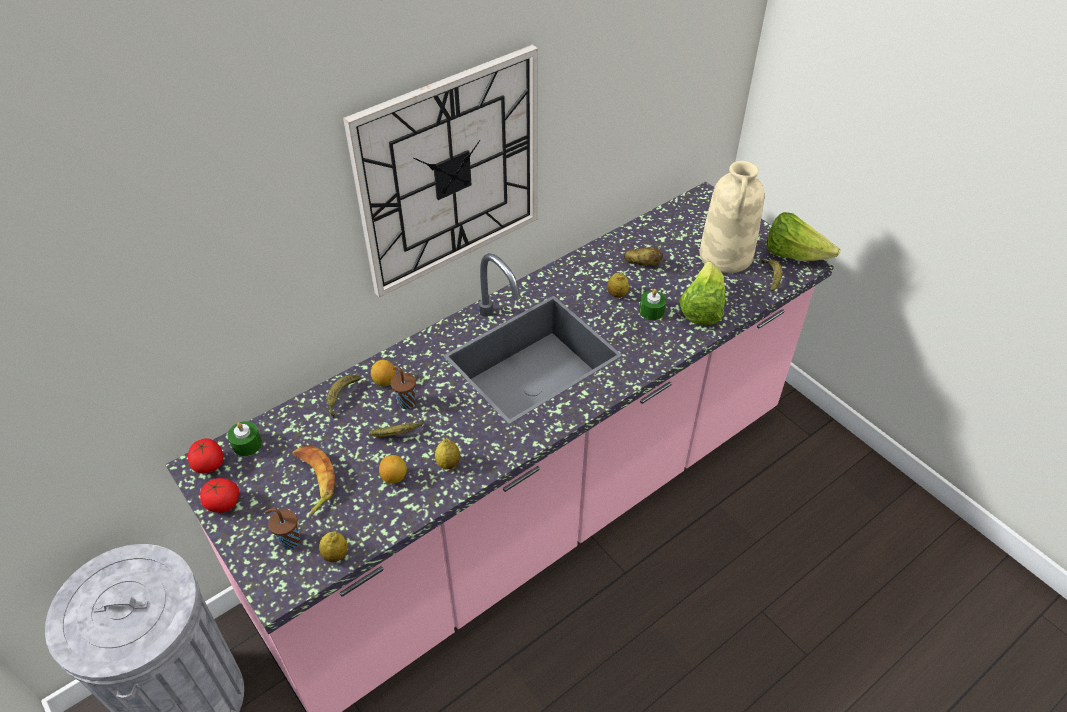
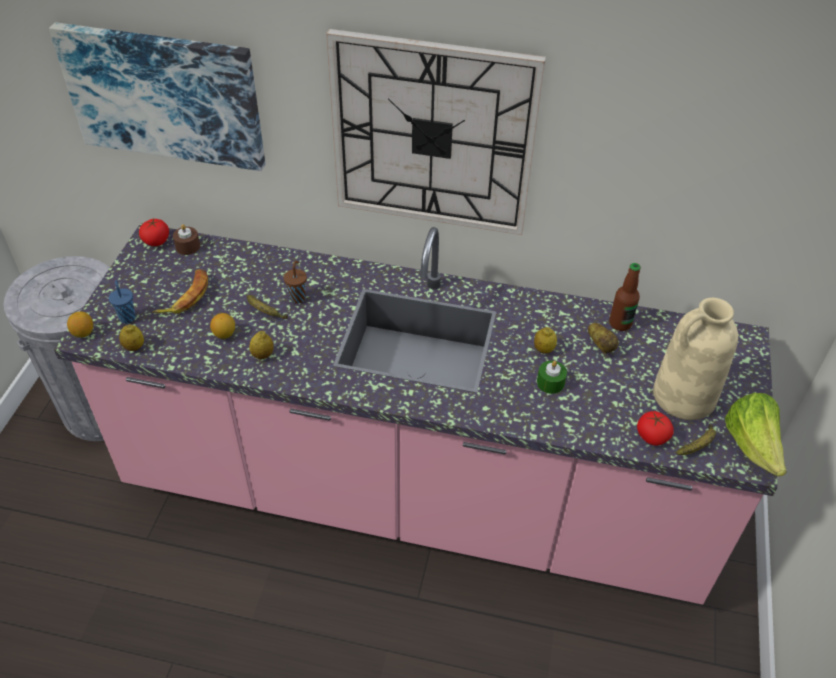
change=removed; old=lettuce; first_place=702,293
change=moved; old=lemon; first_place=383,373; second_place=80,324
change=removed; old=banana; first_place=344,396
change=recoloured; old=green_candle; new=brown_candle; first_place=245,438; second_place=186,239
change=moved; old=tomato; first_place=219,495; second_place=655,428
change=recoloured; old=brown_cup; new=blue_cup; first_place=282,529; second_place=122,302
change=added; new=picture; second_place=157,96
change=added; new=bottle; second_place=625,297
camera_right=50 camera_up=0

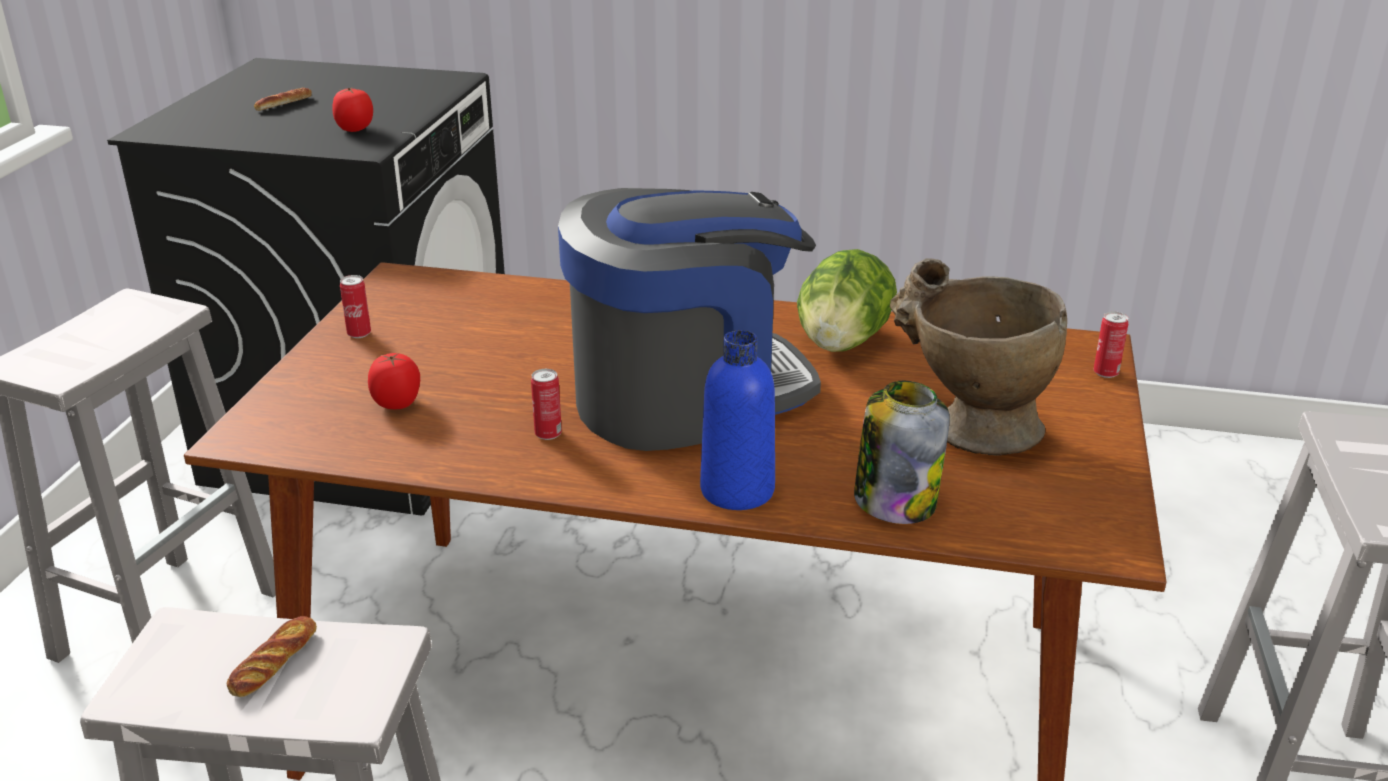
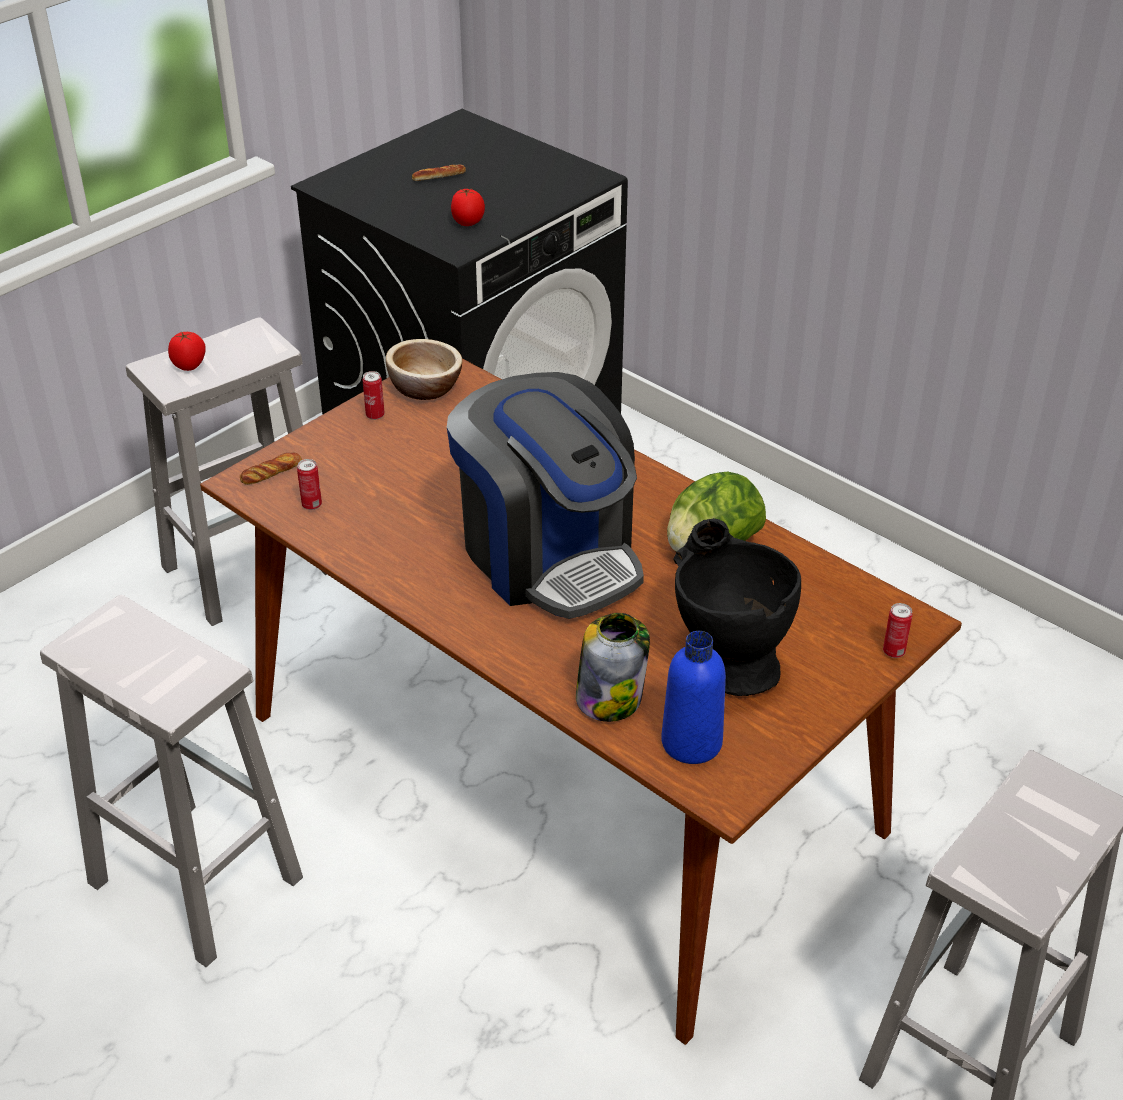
change=turned; old=coffee_machine; first_place=689,319; second_place=545,495; degrees=45
change=recoloured; old=beige_vase; new=black_vase; first_place=978,357; second_place=737,607
change=moved; old=blue_bottle; first_place=737,420; second_place=693,697
change=moved; old=tomato; first_place=394,381; second_place=187,351
change=moved; old=can; first_place=546,404; second_place=309,484
change=moved; old=bread; first_place=272,656; second_place=271,469
change=added; new=bowl; second_place=424,369
camera_right=30 camera_up=10

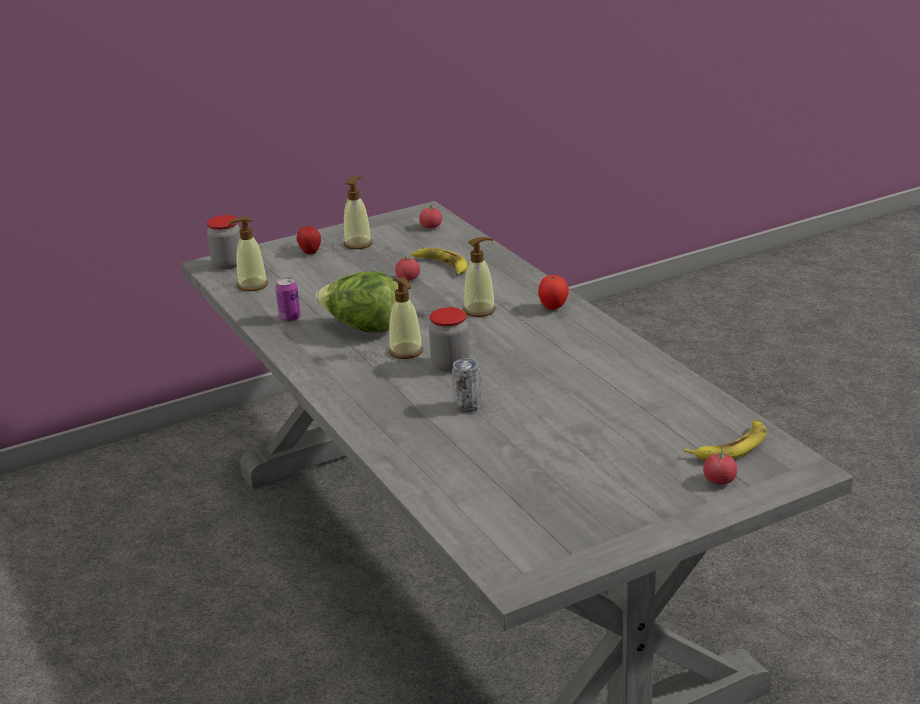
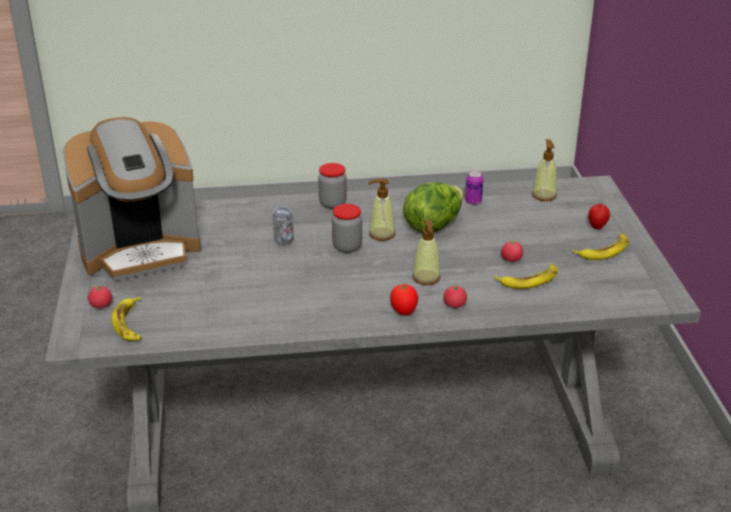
change=replaced; old=soap_dispenser; new=banana; first_place=358,212; second_place=600,246
change=moved; old=tomato; first_place=430,216; second_place=455,295
change=moved; old=jar; first_place=223,242; second_place=332,186
change=added; new=coffee_machine; second_place=131,199
camera_right=110 camera_up=5

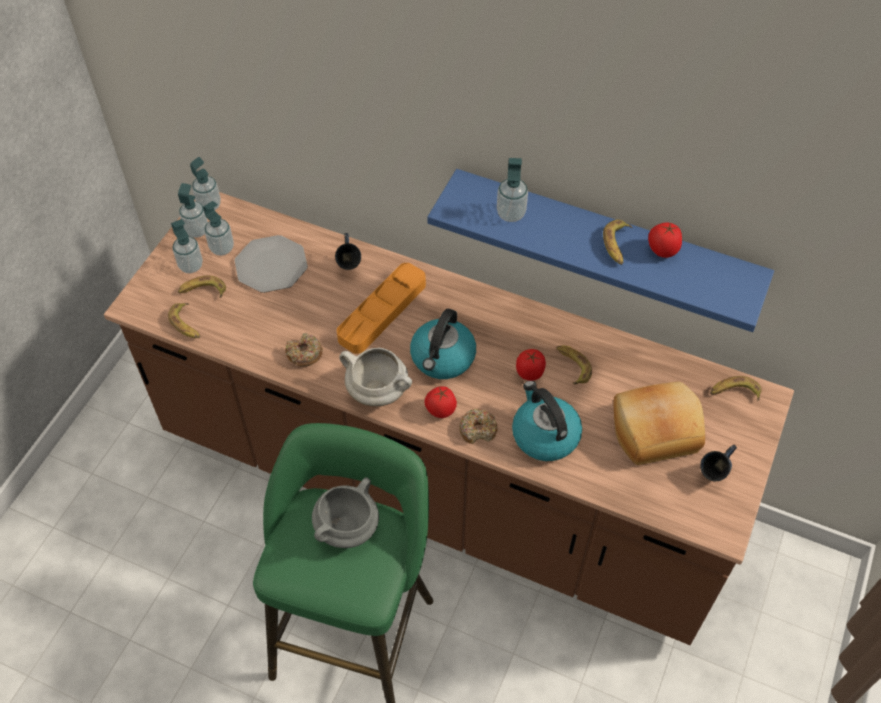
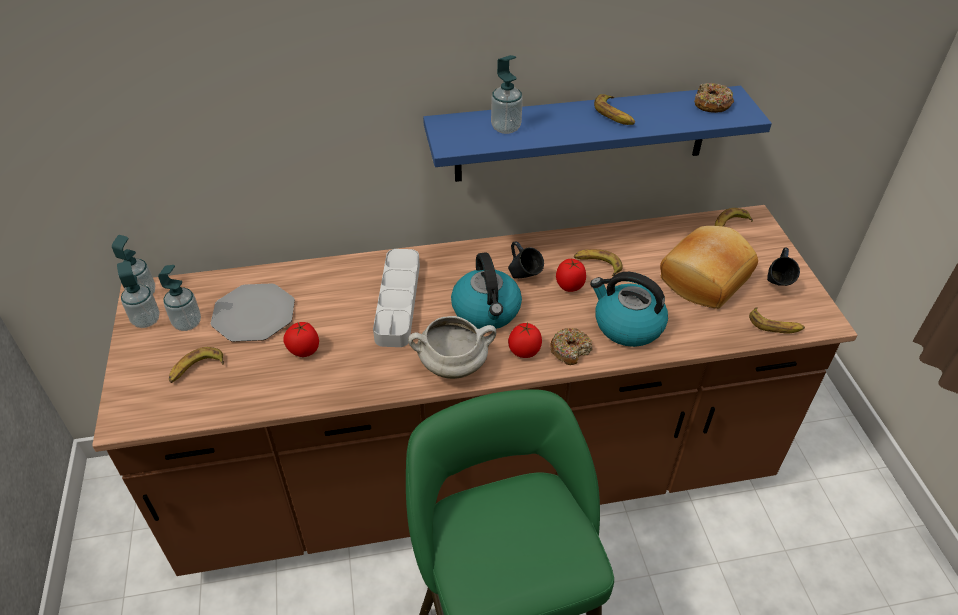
change=removed; old=soap_dispenser; first_place=187,246
change=moved; old=tomato; first_place=665,240; second_place=301,339
change=moved; old=blue_mug; first_place=348,251; second_place=526,259
change=recoloured; old=orange_tray; new=grey_tray; first_place=381,308; second_place=396,298
change=moved; old=banana; first_place=184,320; second_place=777,320
change=moved; old=donut; first_place=304,350; second_place=714,98
change=removed; old=grey_cooking_pot; first_place=345,512
camera_right=-35 camera_up=-10

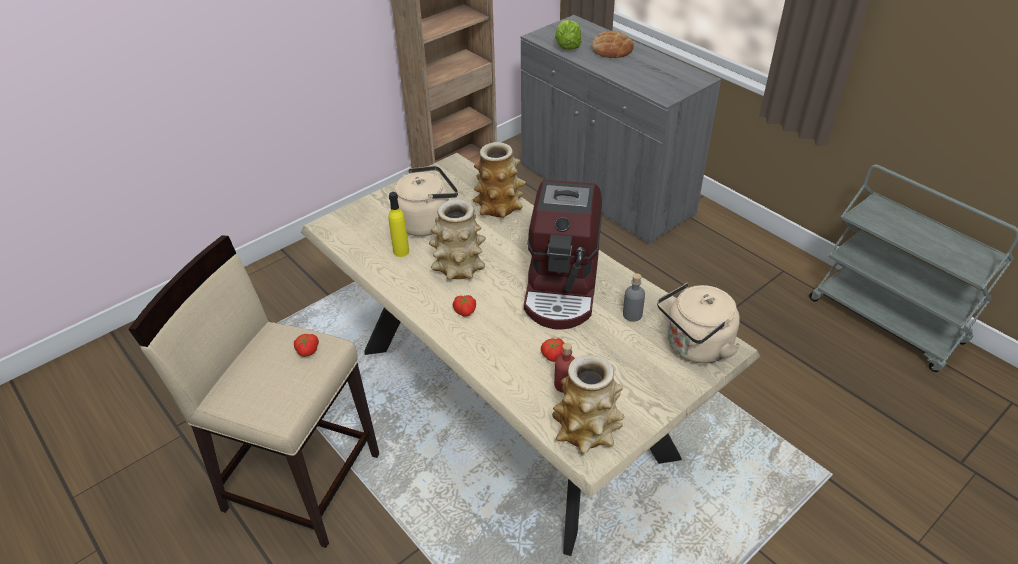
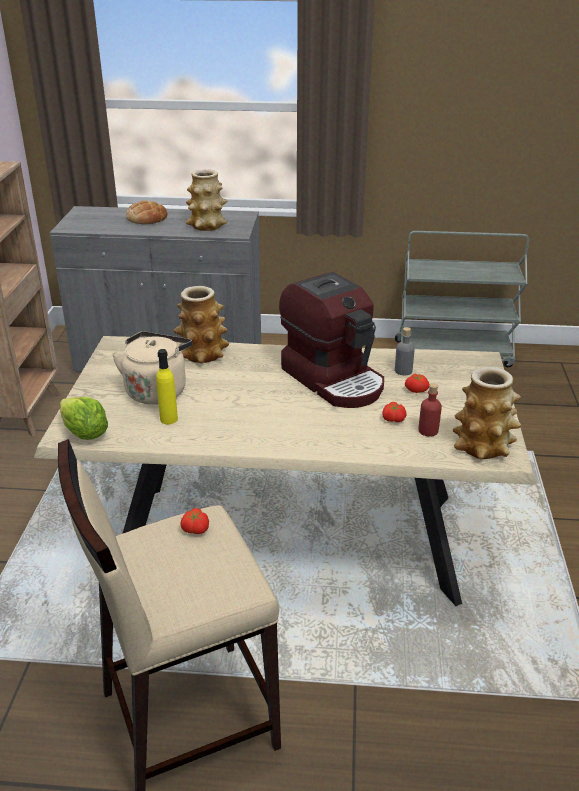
change=moved; old=lettuce; first_place=568,35; second_place=84,418
change=moved; old=vase; first_place=457,239; second_place=206,200
change=removed; old=beige_kettle; first_place=699,323
change=moved; old=tomato; first_place=464,306; second_place=417,383
camera_right=-45 camera_up=-10

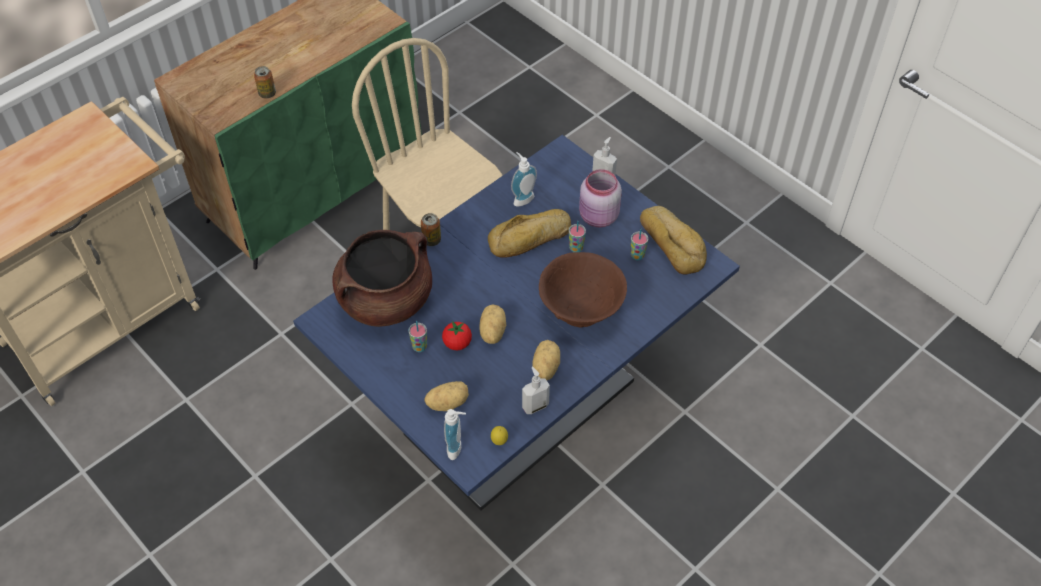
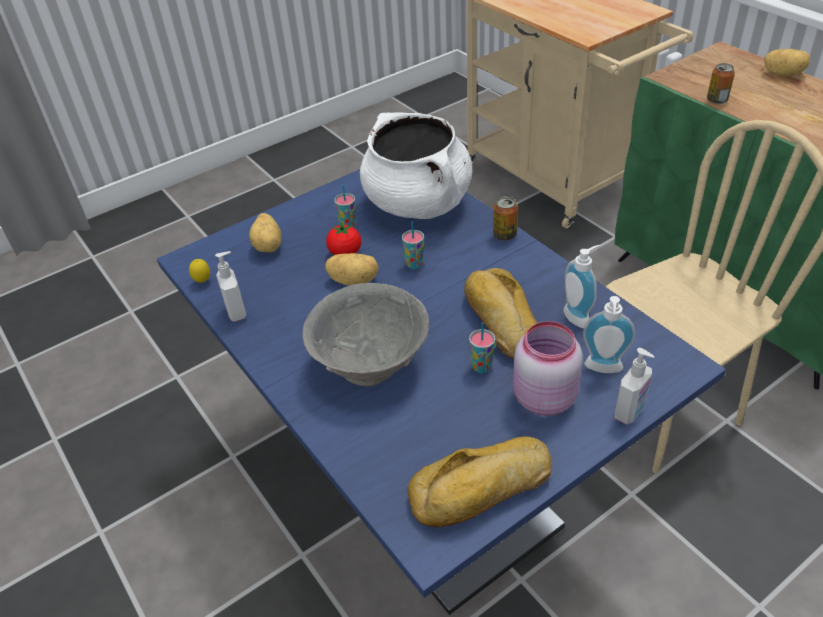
change=moved; old=cup; first_place=639,244; second_place=413,245
change=recoloured; old=brown_cooking_pot; new=white_cooking_pot; first_place=382,278; second_place=416,165
change=recoloured; old=brown_bowl; new=grey_bowl; first_place=583,290; second_place=366,334
change=moved; old=potato; first_place=546,360; second_place=787,62
change=moved; old=soap_dispenser; first_place=455,434; second_place=609,334
camera_right=100 camera_up=-10

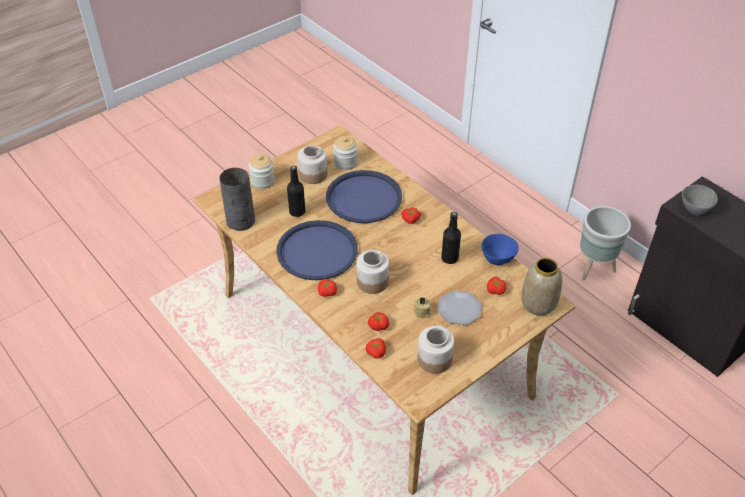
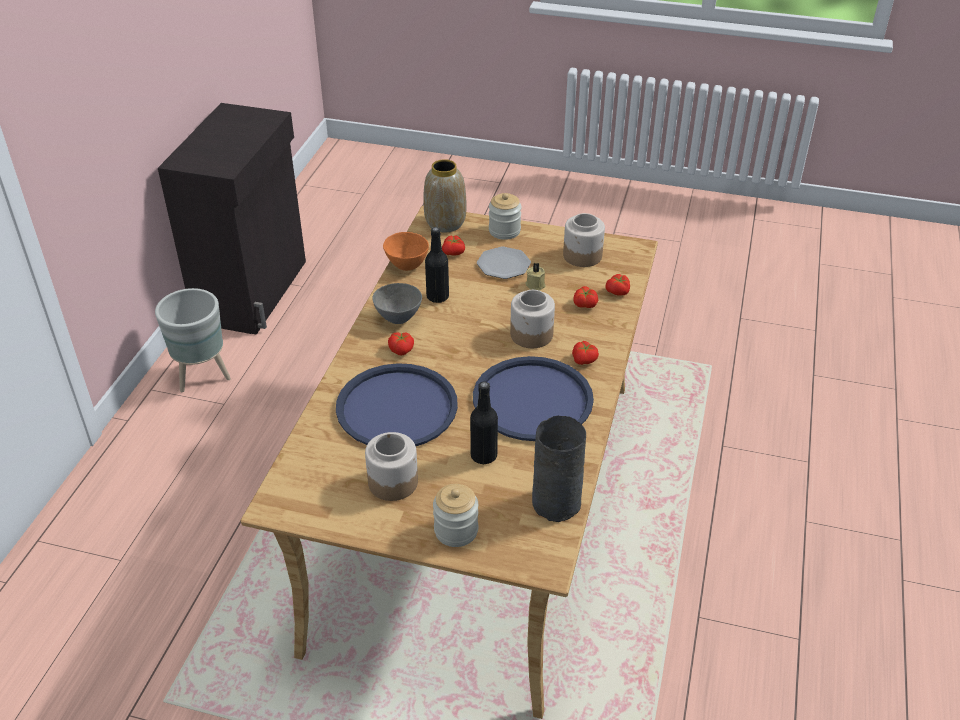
change=moved; old=jar; first_place=345,153; second_place=505,216
change=moved; old=grey_bowl; first_place=700,200; second_place=397,303
change=recoloured; old=blue_bowl; new=orange_bowl; first_place=500,249; second_place=406,251
camera_right=-125 camera_up=-5

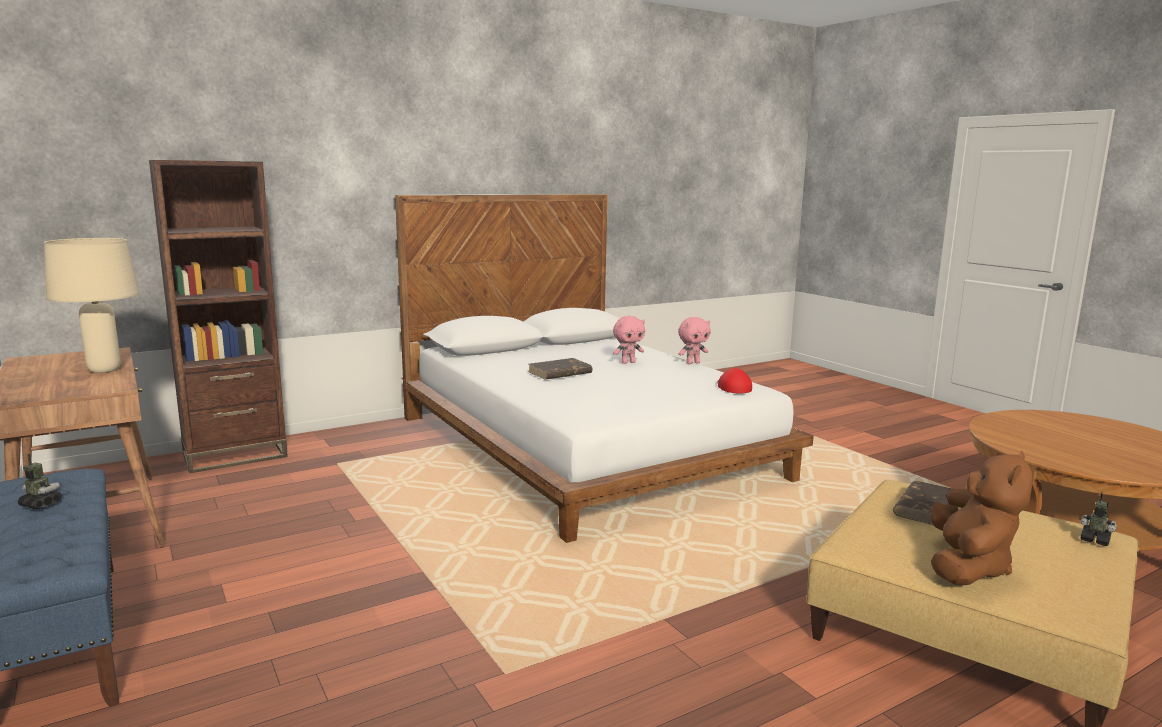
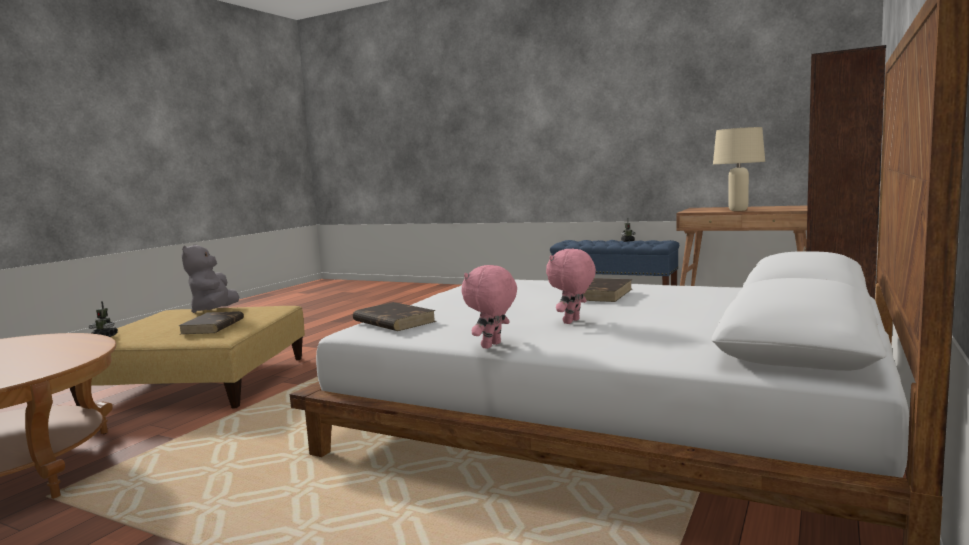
change=replaced; old=red_cap; new=brown_book; first_place=734,380; second_place=394,316
change=recoloured; old=brown_plush_toy; new=grey_plush_toy; first_place=982,517; second_place=210,278
camera_right=150 camera_up=-5

